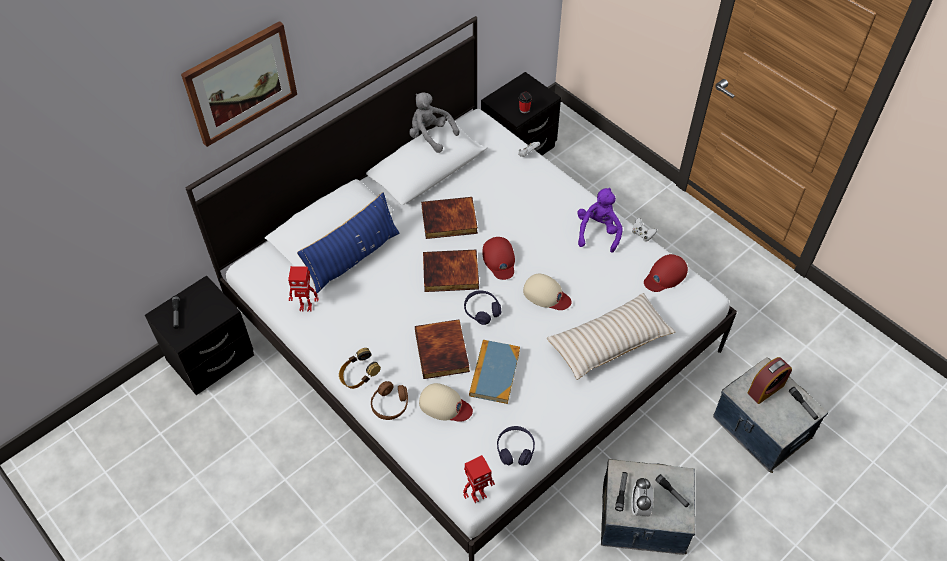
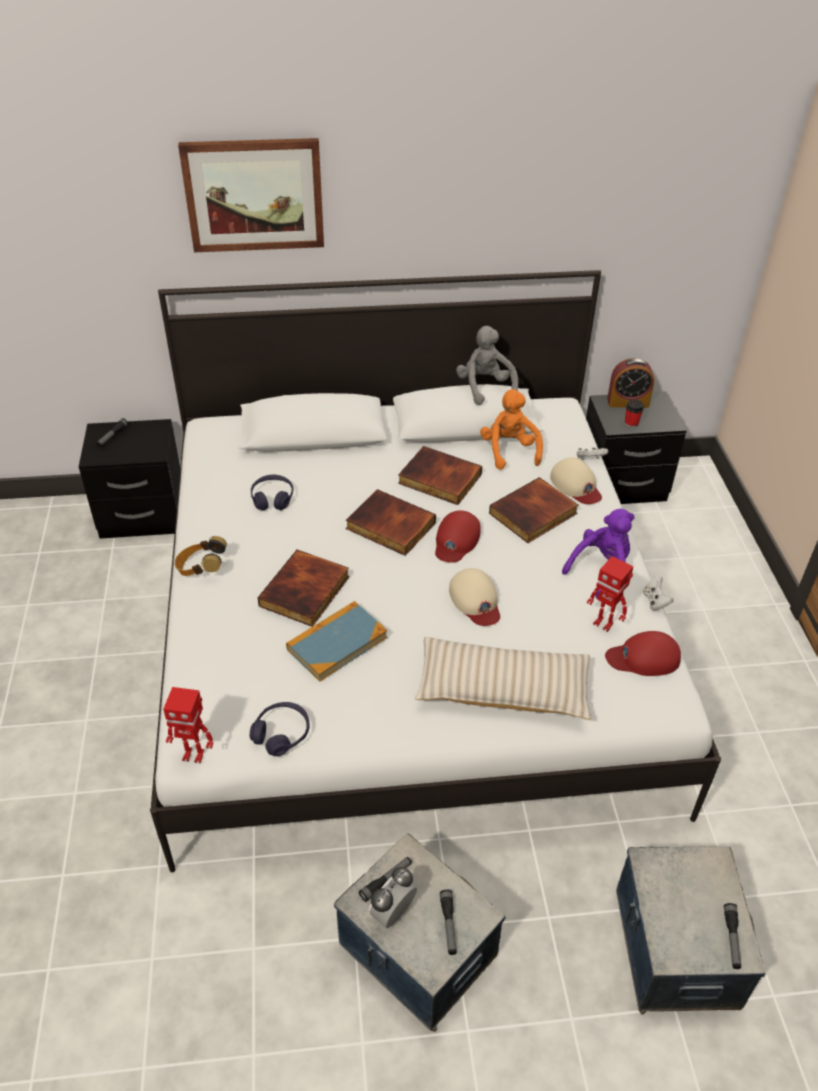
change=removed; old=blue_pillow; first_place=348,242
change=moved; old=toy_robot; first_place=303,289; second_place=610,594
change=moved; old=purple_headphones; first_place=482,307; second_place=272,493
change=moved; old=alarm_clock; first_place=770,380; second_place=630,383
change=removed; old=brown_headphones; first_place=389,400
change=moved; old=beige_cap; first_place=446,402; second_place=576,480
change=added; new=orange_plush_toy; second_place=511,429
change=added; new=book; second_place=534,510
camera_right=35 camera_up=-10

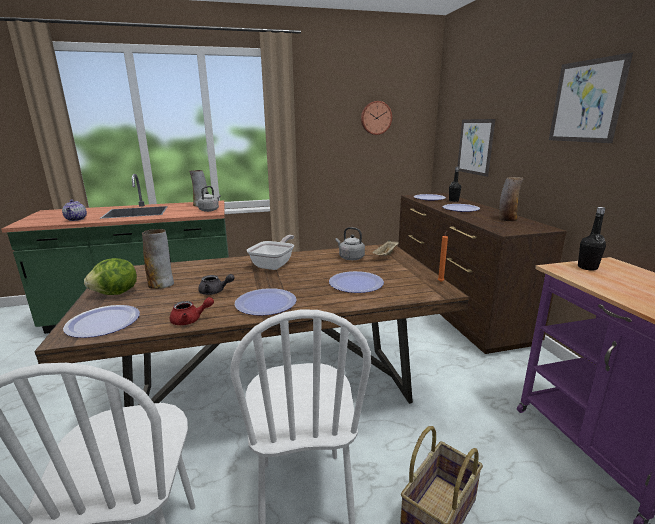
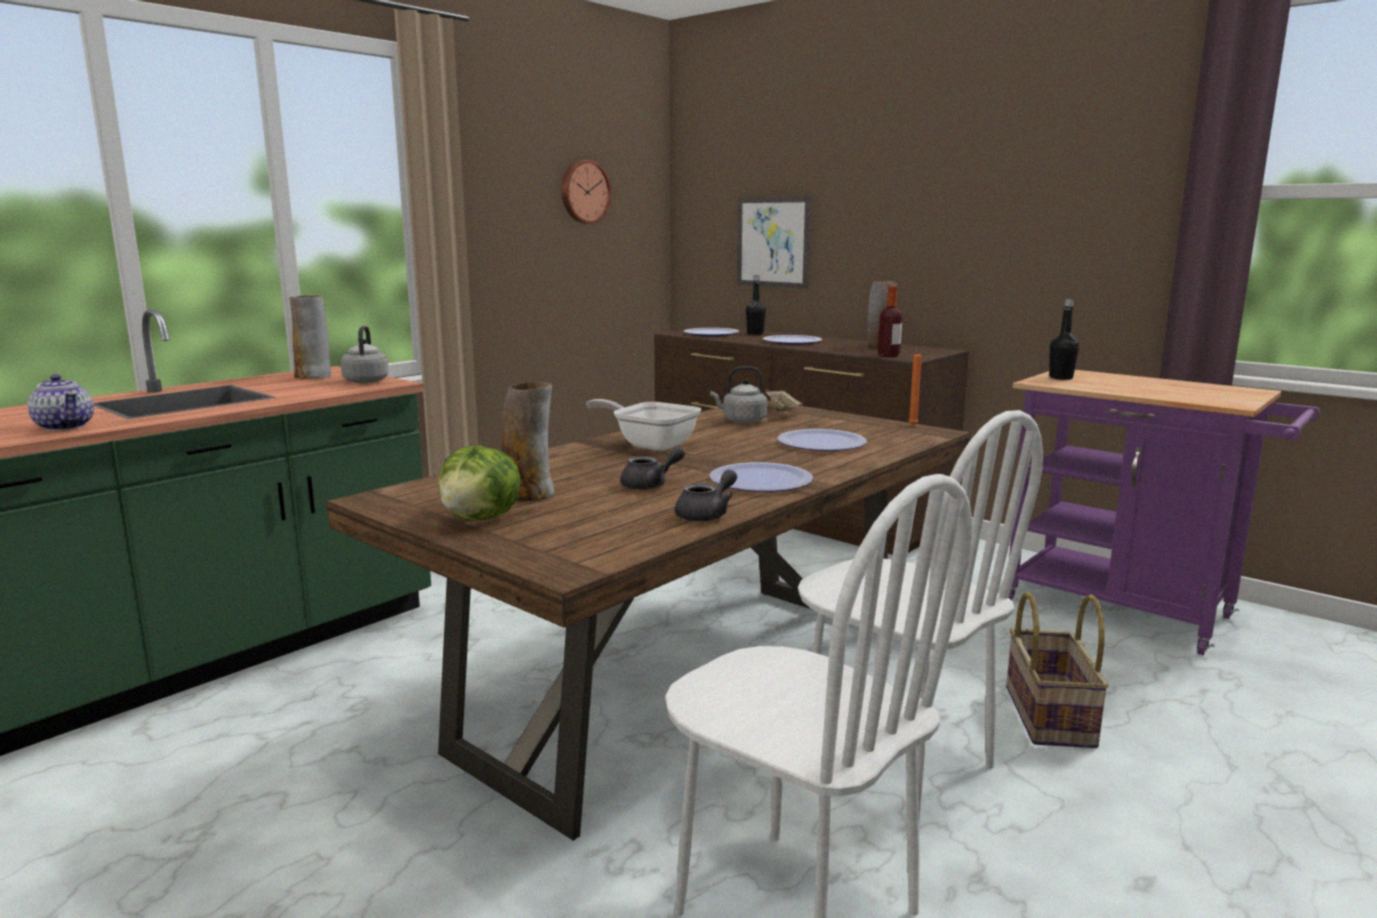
change=removed; old=picture; first_place=591,97
change=turned; old=frying_pan; first_place=270,252; second_place=643,425; degrees=-45
change=recoloured; old=red_teapot; new=grey_teapot; first_place=192,311; second_place=706,495
change=removed; old=plate; first_place=101,321
change=added; new=bottle; second_place=890,321
camera_right=-35 camera_up=-5

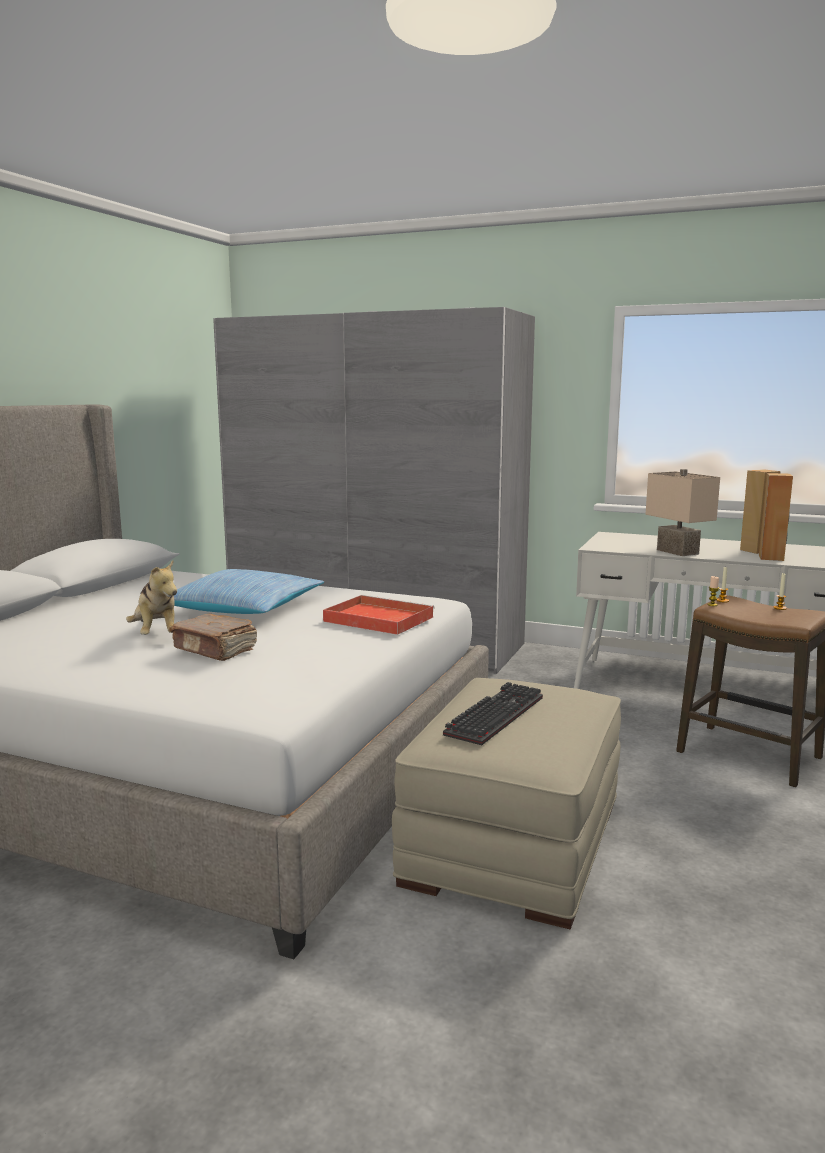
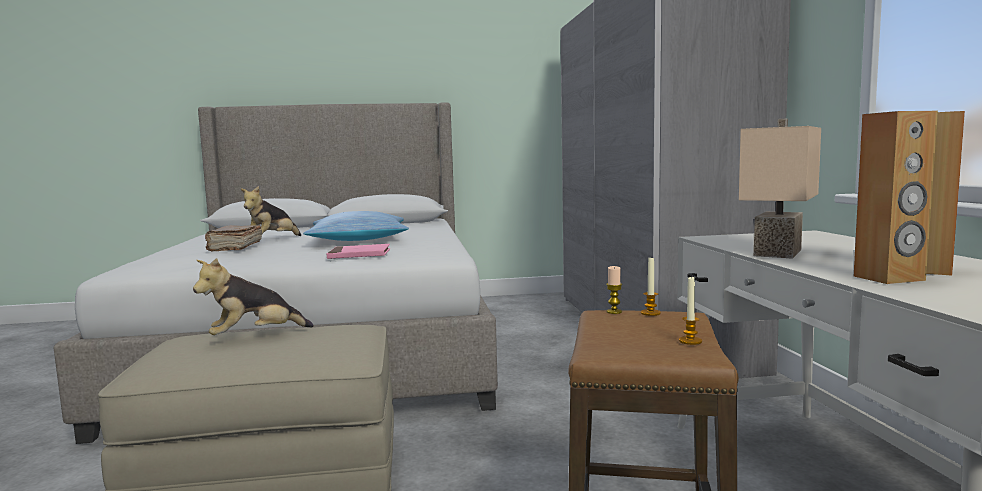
change=replaced; old=red_tray; new=pink_book; first_place=379,615; second_place=358,251
change=replaced; old=keyboard; new=plush_toy; first_place=493,713; second_place=253,296
camera_right=60 camera_up=-5

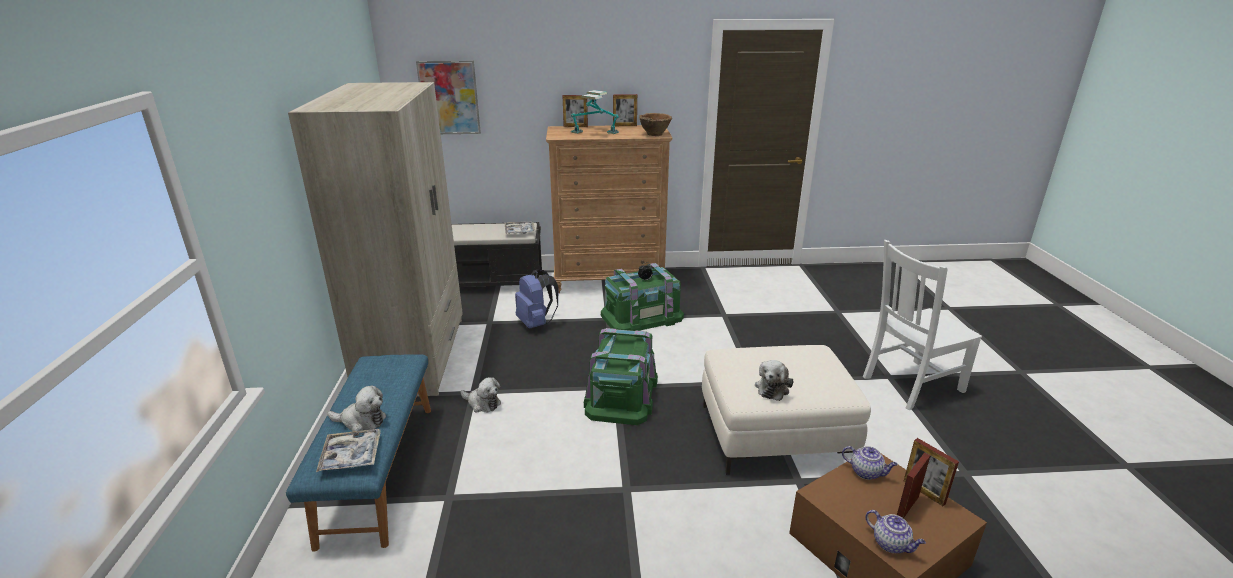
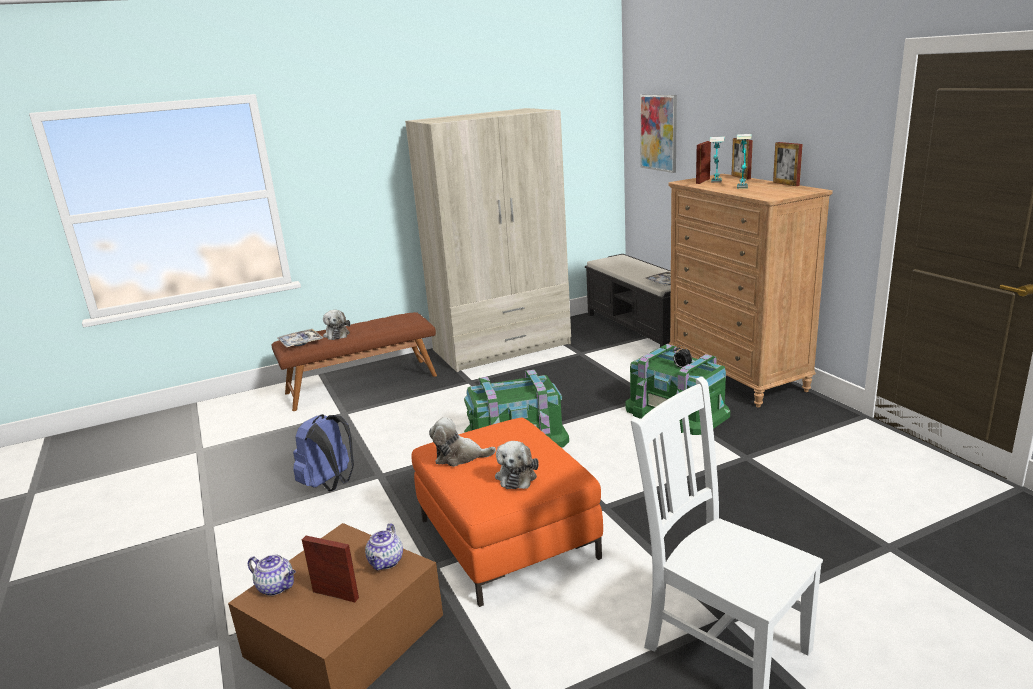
change=removed; old=brown_bowl; first_place=655,124
change=moved; old=blue_backpack; first_place=537,299; second_place=323,452
change=recoloured; old=white_ottoman; new=orange_ottoman; first_place=786,410; second_place=507,512
change=recoloured; old=blue_bench; new=brown_bench; first_place=358,453; second_place=354,361
change=moved; old=plush_toy; first_place=480,395; second_place=517,465
change=moved; old=picture_frame; first_place=931,472; second_place=703,162
change=turned; old=teapot; first_place=895,531; second_place=272,575; degrees=-90
camera_right=70 camera_up=-5

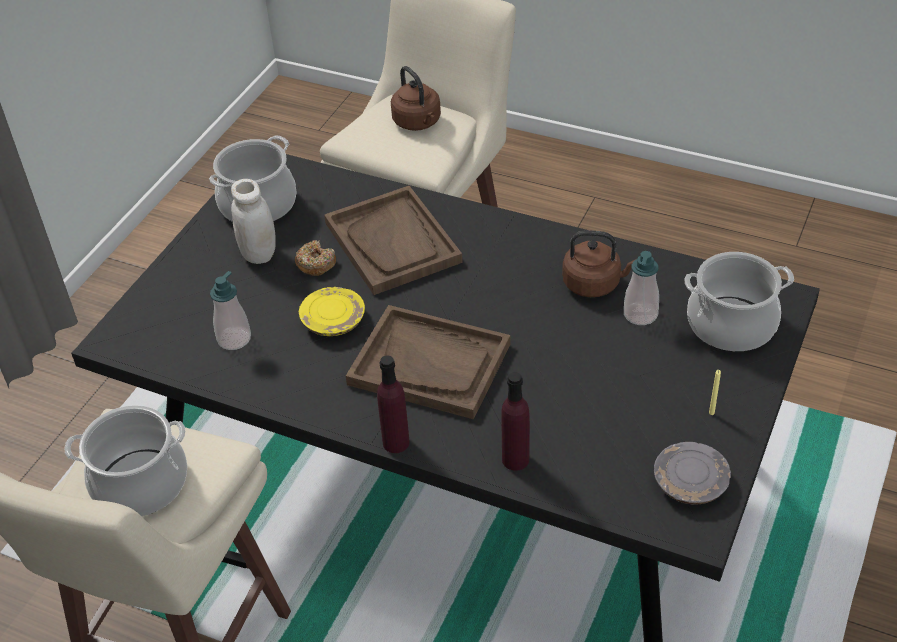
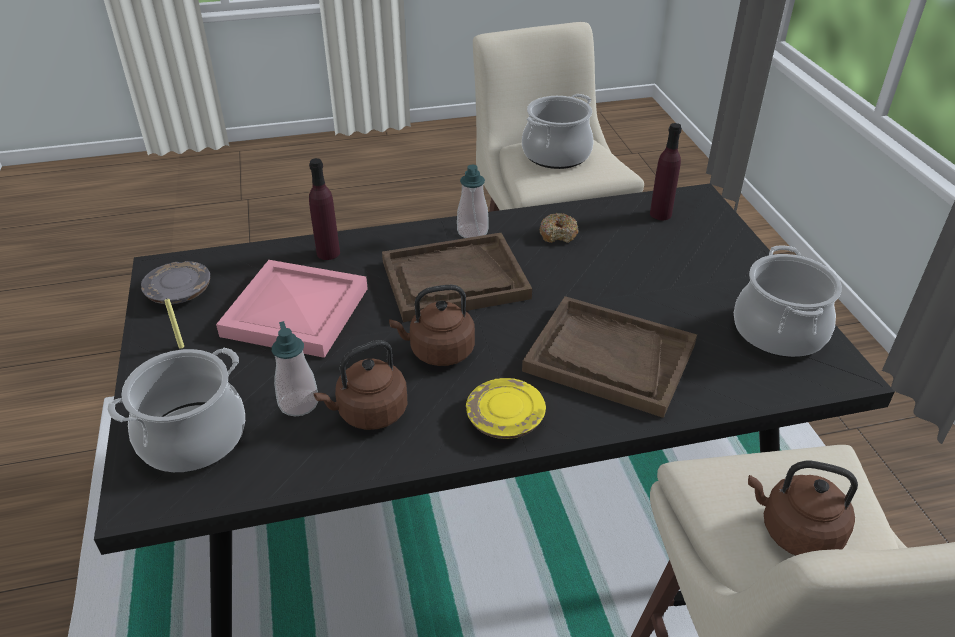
change=removed; old=white_jar; first_place=253,221
change=moved; old=donut; first_place=315,258; second_place=559,228
change=moved; old=soap_dispenser; first_place=230,310; second_place=473,201
change=moved; old=yellow_plate; first_place=332,311; second_place=506,408
change=moved; old=purple_bottle; first_place=393,404; second_place=666,171
change=added; new=pink_tray; second_place=292,309
change=added; new=brown_kettle; second_place=432,325
camera_right=140 camera_up=-5

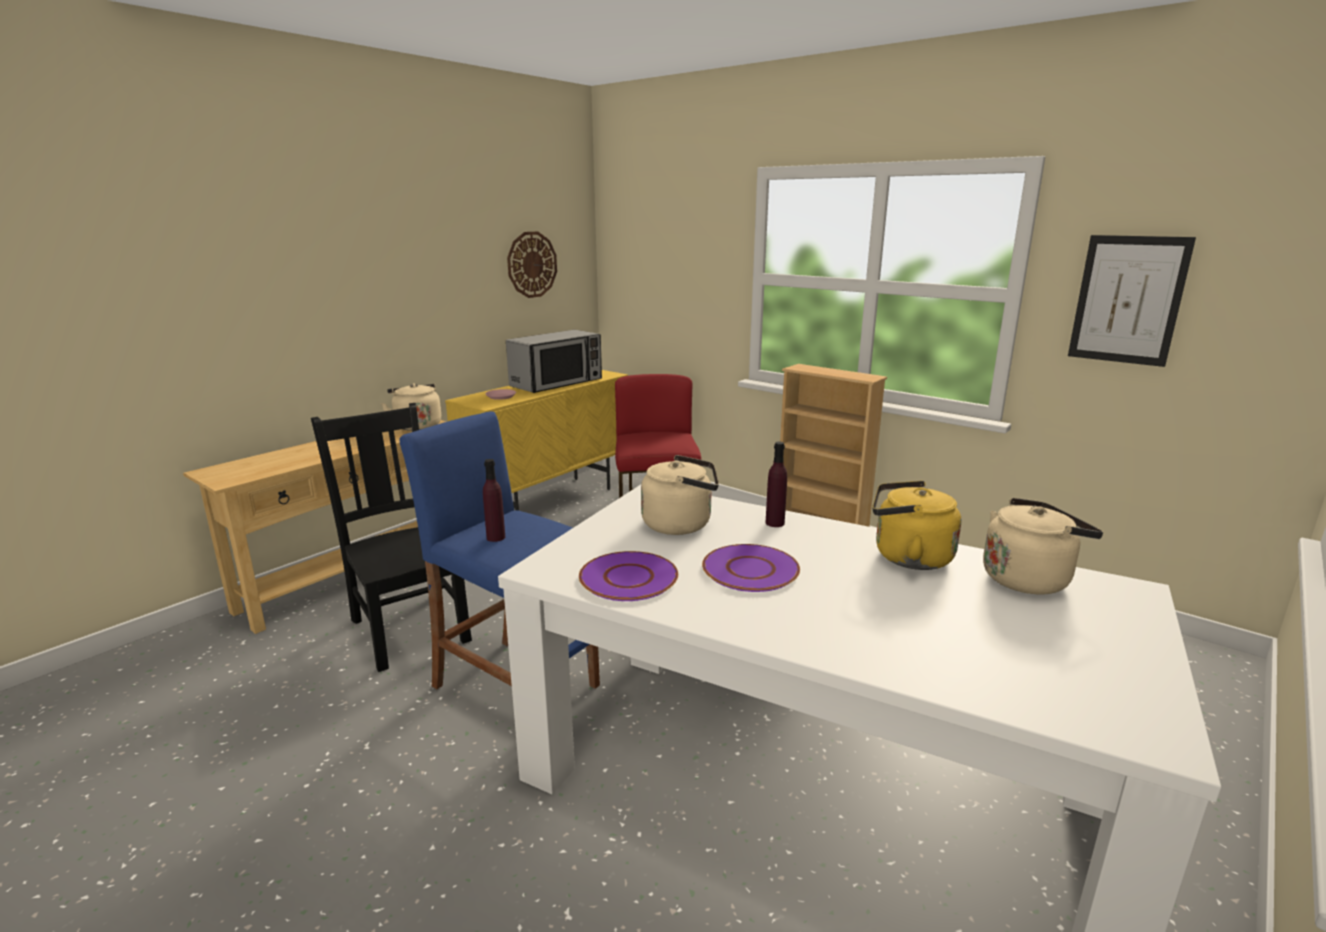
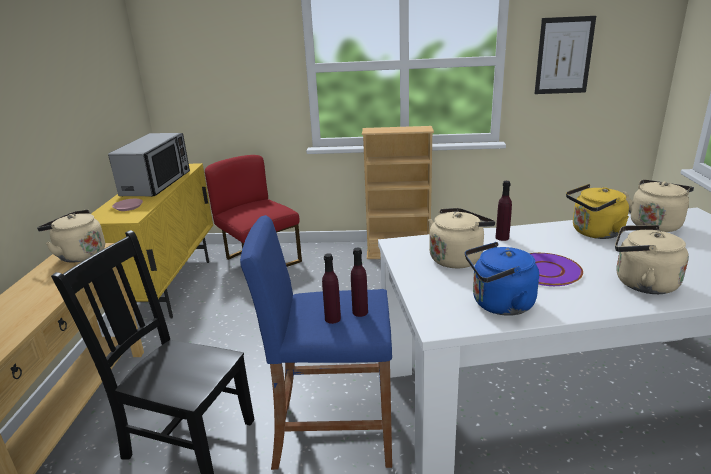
change=removed; old=wall_clock; first_place=532,265
change=replaced; old=purple_plate; new=blue_kettle; first_place=628,576; second_place=502,279
change=added; new=beige_kettle; second_place=652,259
change=added; new=purple_bottle; second_place=359,282
camera_right=-35 camera_up=5

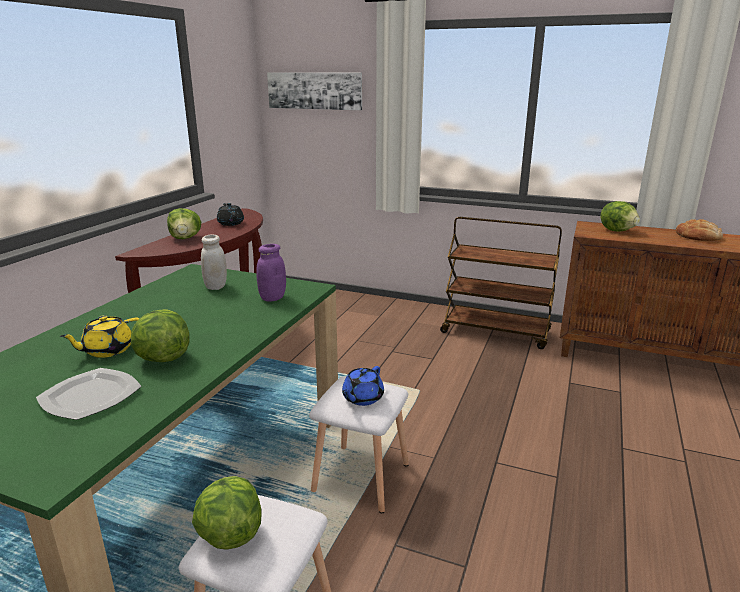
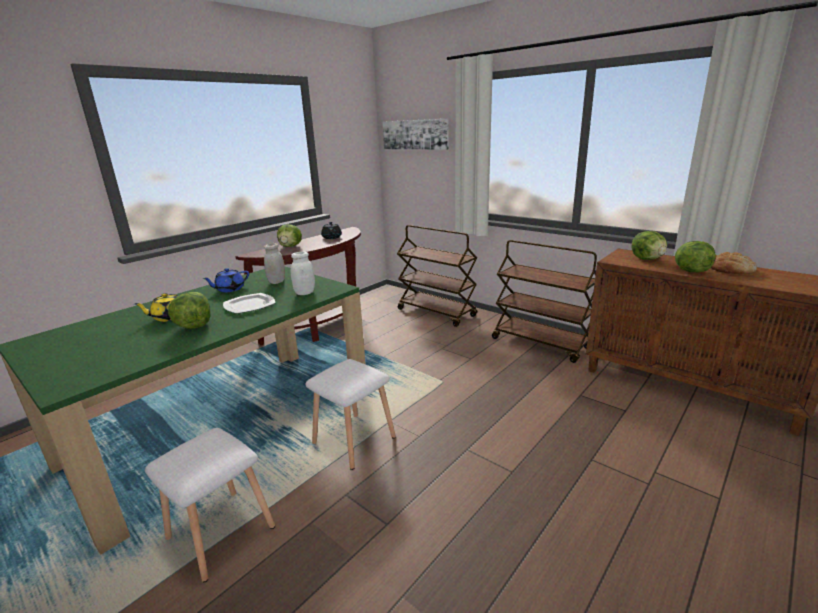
change=recoloured; old=purple_jar; new=white_jar; first_place=271,272; second_place=303,273
change=moved; old=blue_teapot; first_place=363,386; second_place=225,280
change=moved; old=plate; first_place=88,394; second_place=249,303
change=moved; old=lettuce; first_place=227,513; second_place=695,257
change=added; new=brown_cart; second_place=437,276
camera_right=20 camera_up=0

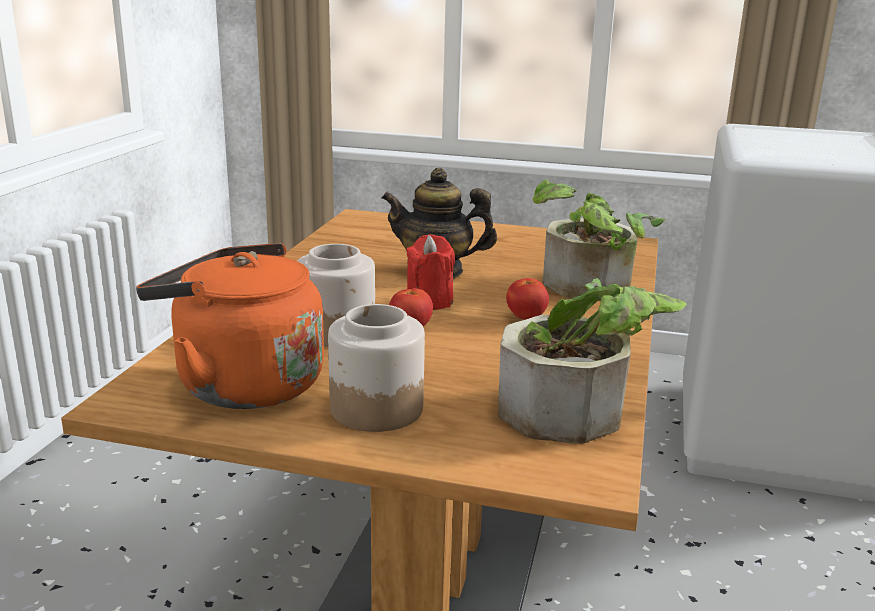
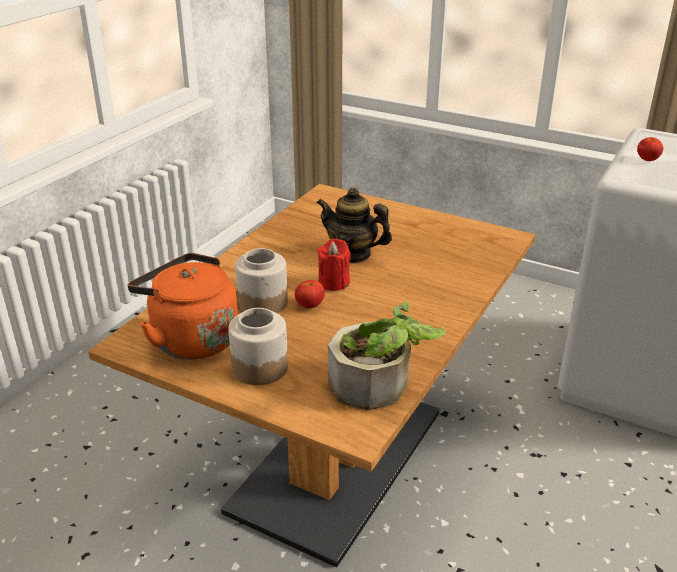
change=removed; old=potted_plant; first_place=598,240
change=moved; old=tomato; first_place=527,299; second_place=650,149
camera_right=15 camera_up=10

